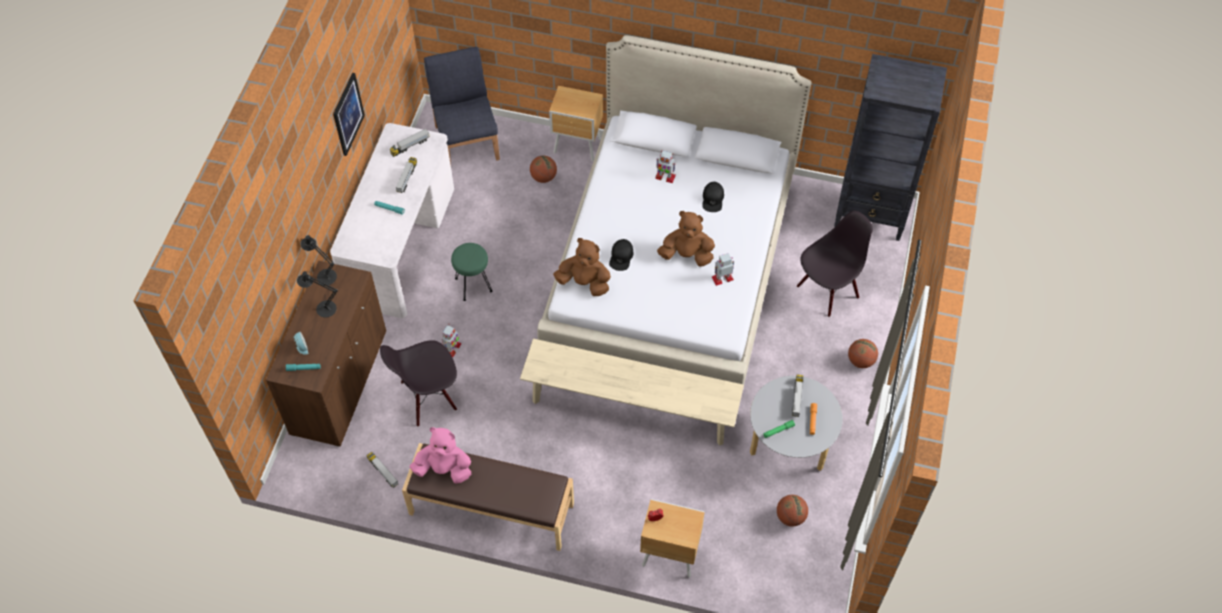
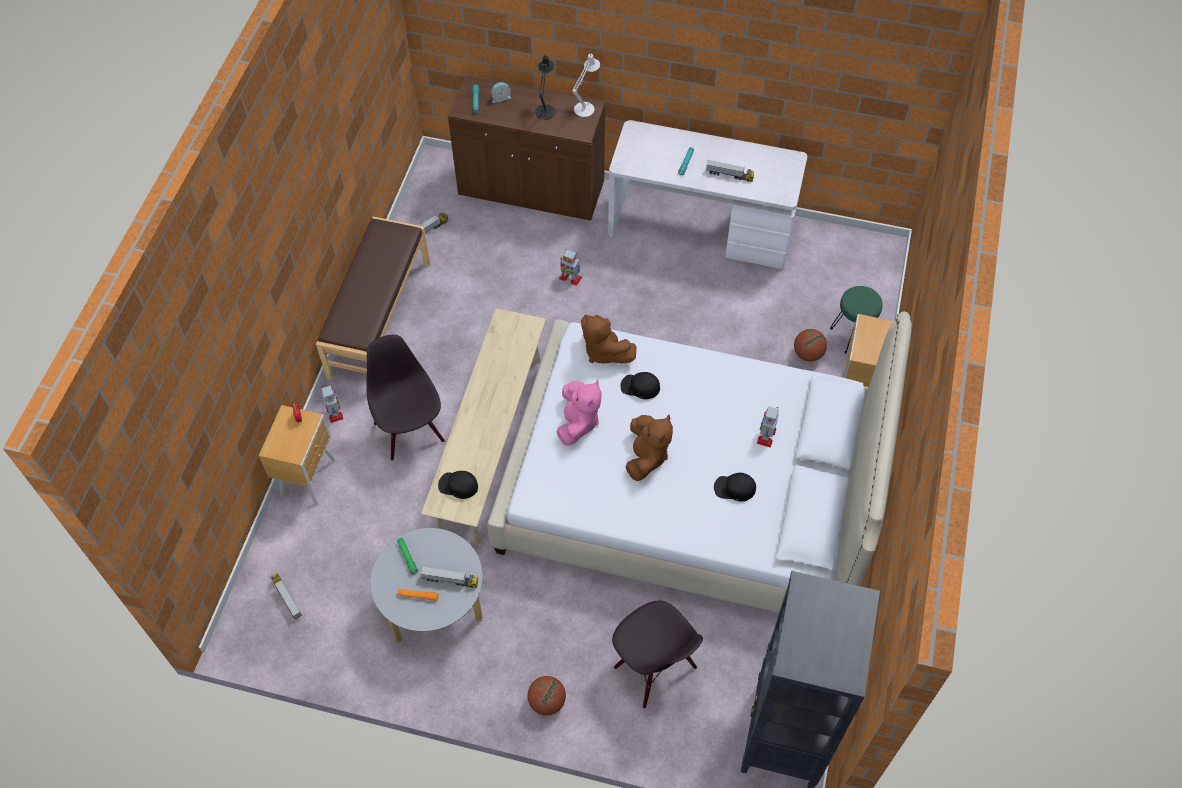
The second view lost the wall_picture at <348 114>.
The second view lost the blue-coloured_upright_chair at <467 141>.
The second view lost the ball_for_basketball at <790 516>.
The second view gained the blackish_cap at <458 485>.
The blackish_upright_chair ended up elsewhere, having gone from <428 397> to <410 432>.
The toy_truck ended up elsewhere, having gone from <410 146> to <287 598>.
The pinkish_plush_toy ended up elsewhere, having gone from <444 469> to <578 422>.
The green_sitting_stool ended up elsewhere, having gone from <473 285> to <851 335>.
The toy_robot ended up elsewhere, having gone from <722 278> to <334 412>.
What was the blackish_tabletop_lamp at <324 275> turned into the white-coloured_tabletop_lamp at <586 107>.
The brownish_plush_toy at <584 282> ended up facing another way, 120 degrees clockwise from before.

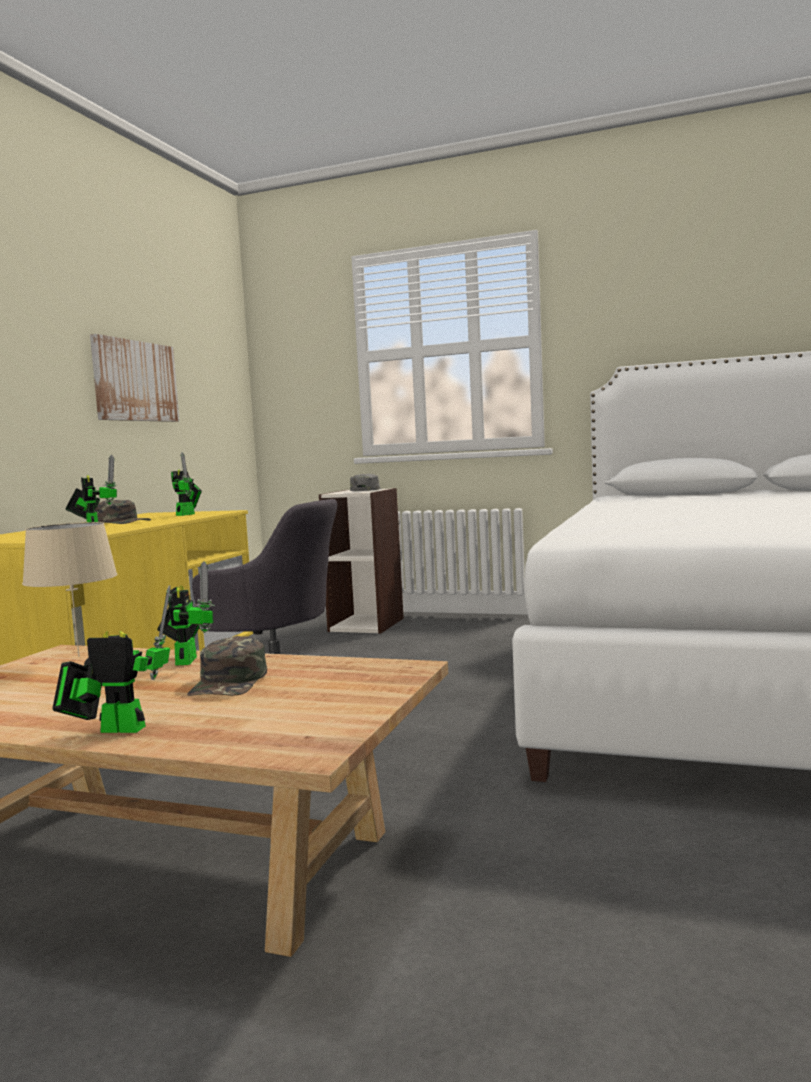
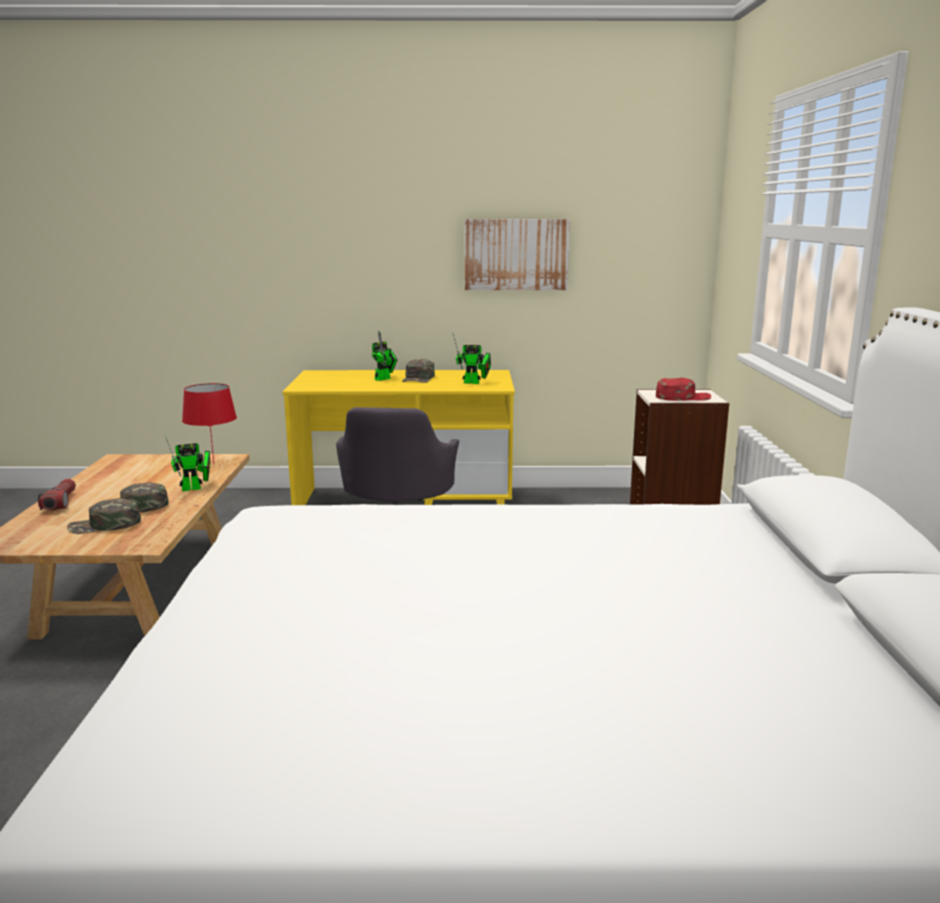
The second view gained the green_cap at <104 525>.
Where the toy_robot stood at <116 729>, the torch came to stand at <60 502>.
What was the sand-coloured_tabletop_lamp at <79 656> turned into the reddish_tabletop_lamp at <214 464>.
What was the gray_cap at <366 490> turned into the reddish_cap at <682 397>.

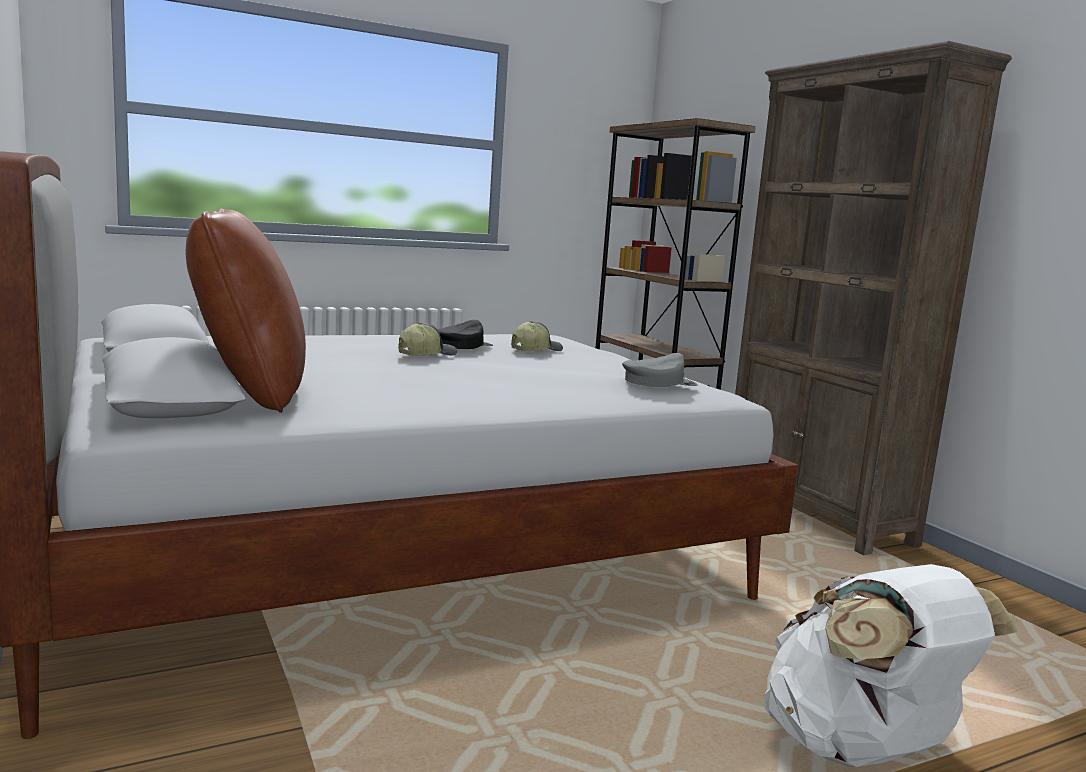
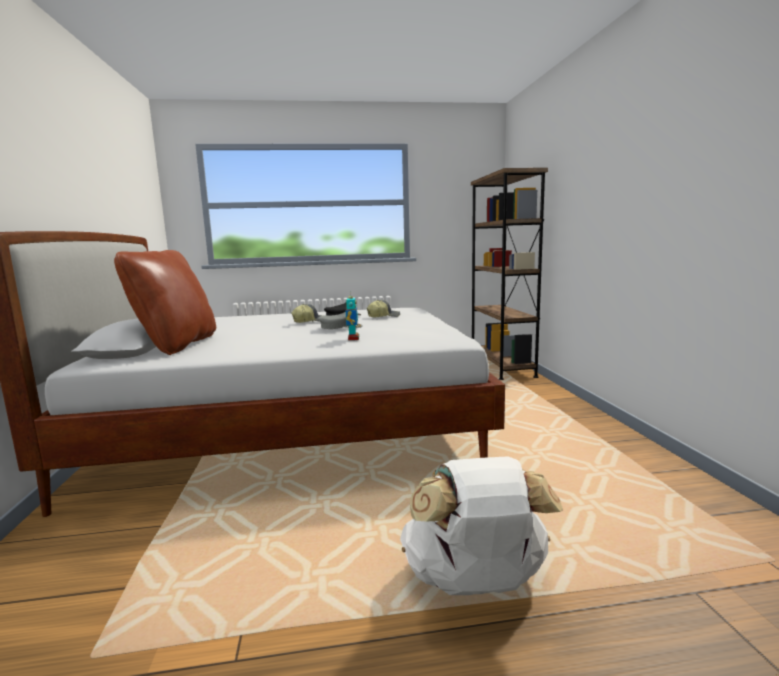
The second view lost the brownish_bookcase at <815 515>.
The second view gained the toy_robot at <353 338>.
The gray_cap ended up elsewhere, having gone from <658 382> to <340 327>.

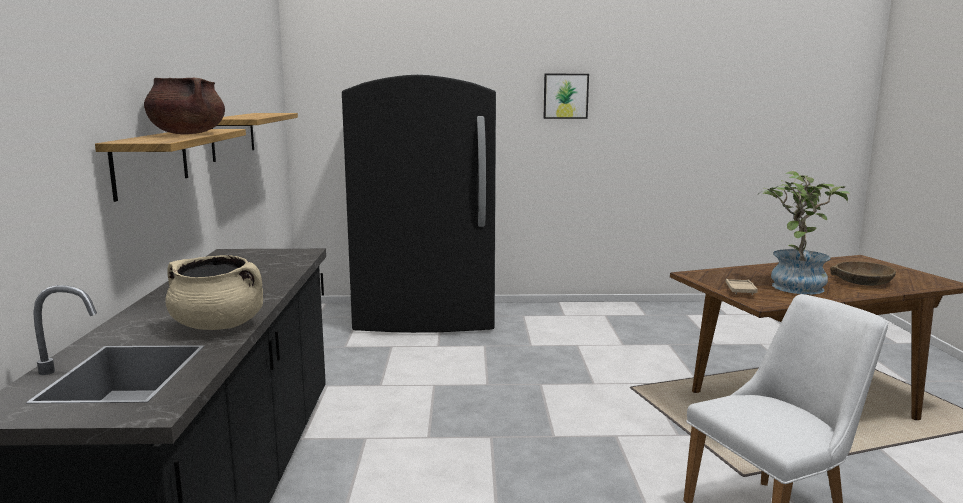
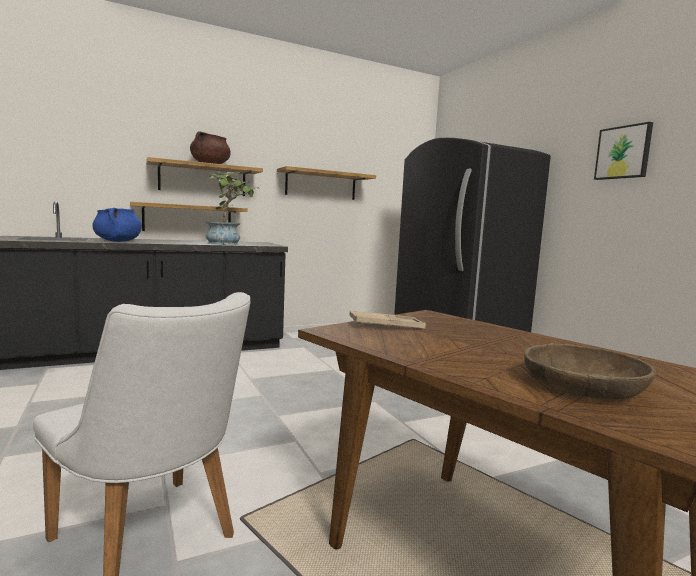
The second view gained the bracket_shelf at <187 219>.
The potted_plant ended up elsewhere, having gone from <794 285> to <228 244>.
What was the sand-coloured_cooking_pot at <219 326> turned into the blue-coloured_cooking_pot at <118 241>.

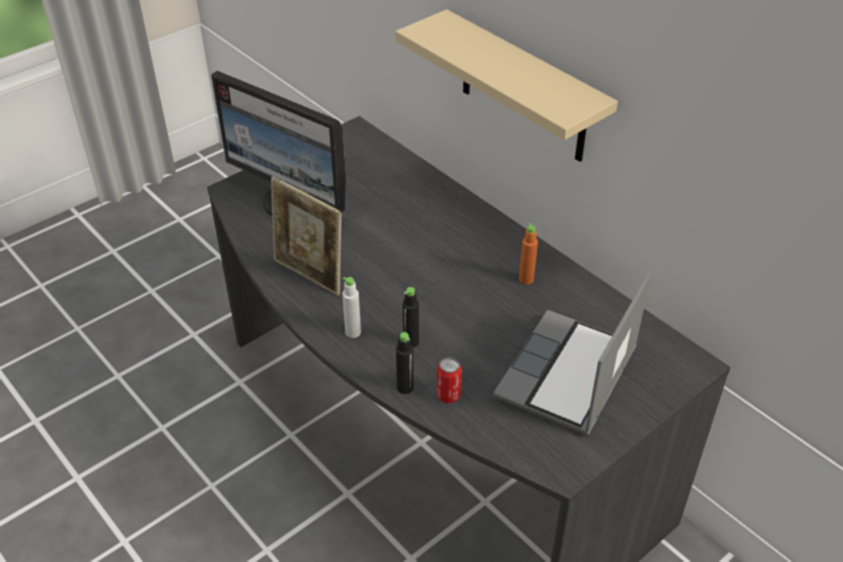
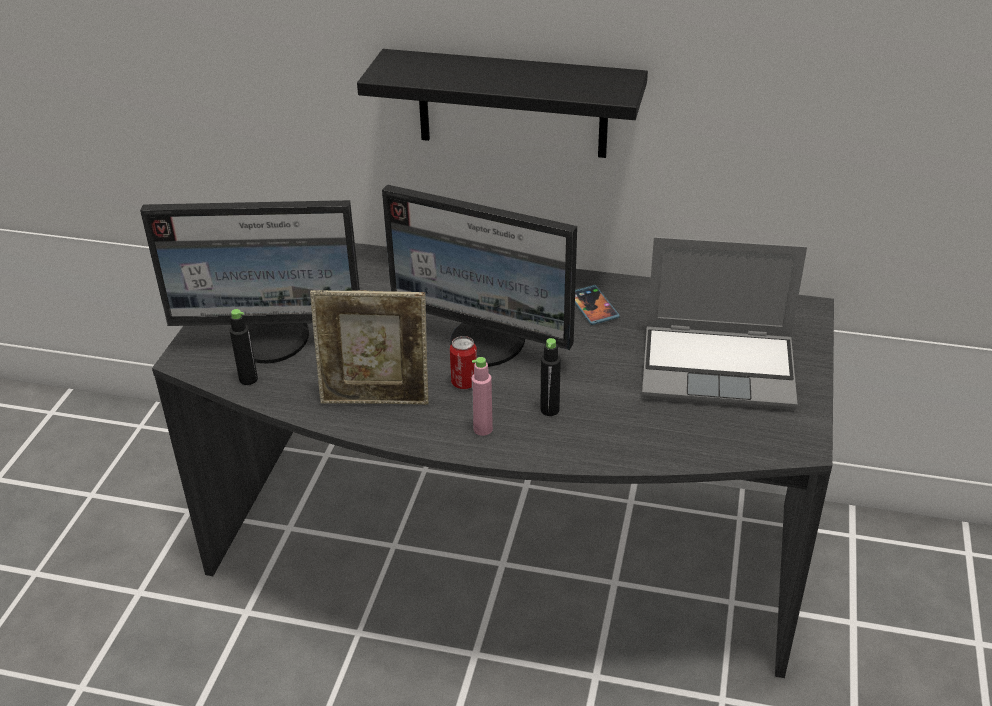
The second view gained the monitor at <487 343>.
The blackish_bottle ended up elsewhere, having gone from <405 387> to <248 379>.
The can ended up elsewhere, having gone from <448 395> to <464 383>.
Where the orangey_bottle stood at <526 279>, the phone came to stand at <593 307>.
What was the white-coloured_bottle at <353 332> turned into the pinkish_bottle at <483 429>.
What was the sand-coloured_bracket_shelf at <523 89> turned into the blackish_bracket_shelf at <512 104>.
The portable_computer at <568 376> ended up facing another way, 75 degrees counterclockwise from before.

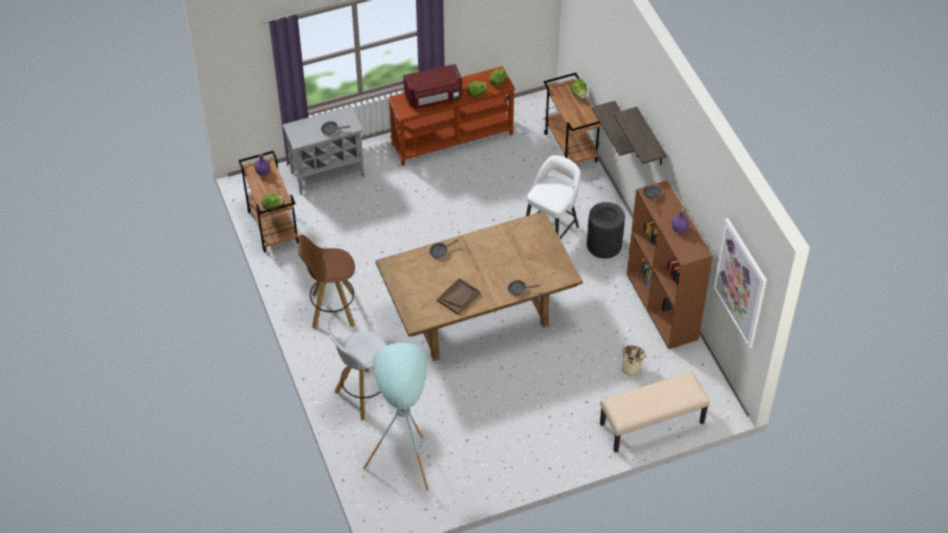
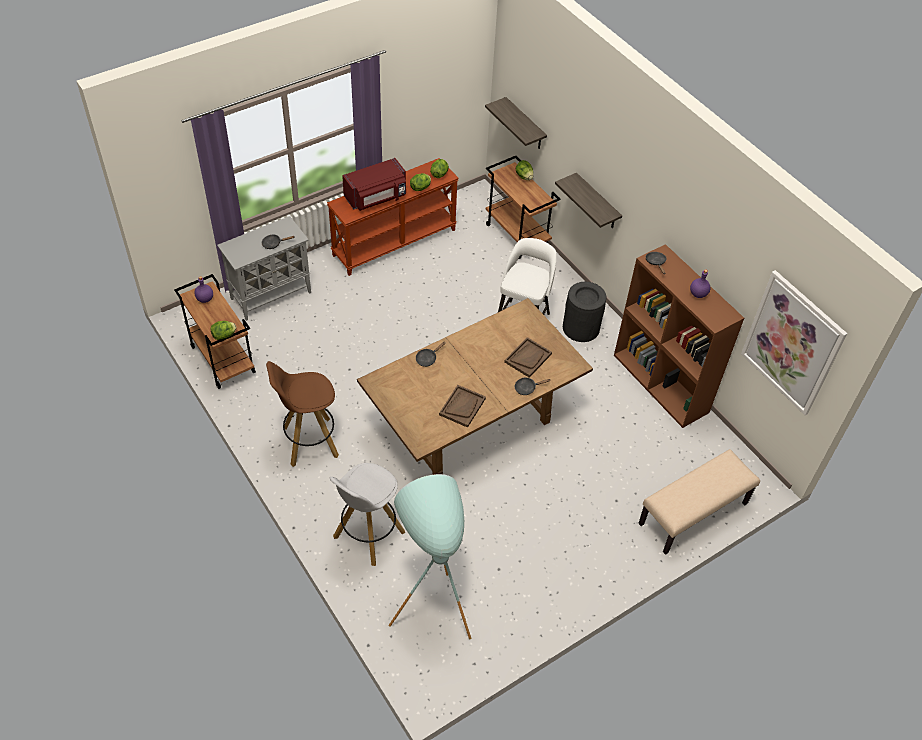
The second view lost the sand-coloured_water_bucket at <632 368>.
The second view gained the brownish_tray at <528 358>.
The bracket_shelf ended up elsewhere, having gone from <650 138> to <525 124>.

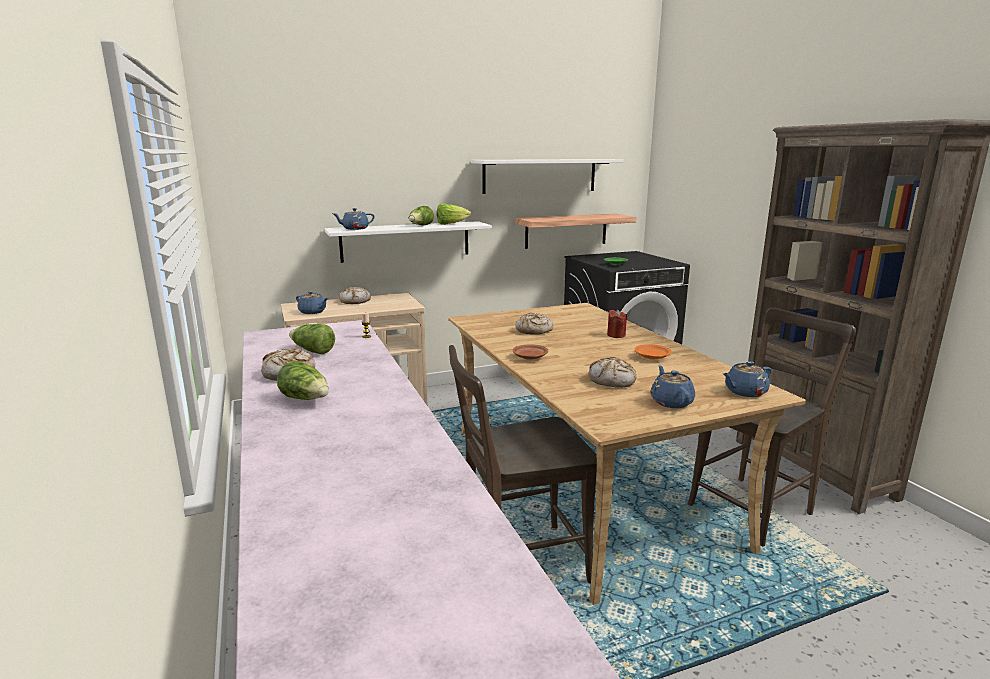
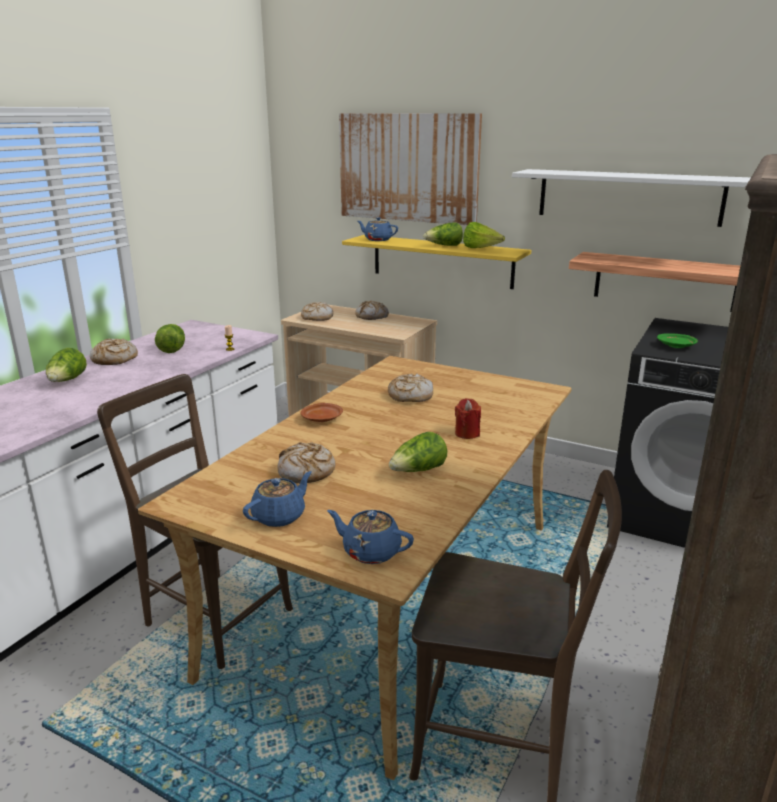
The second view gained the wall_picture at <407 168>.
Where the blue-coloured_tea_pot stood at <313 312>, the baked_bread came to stand at <317 317>.
Where the orangey_plate stood at <652 357>, the head_of_lettuce came to stand at <418 471>.
What was the white-coloured_bracket_shelf at <406 241> turned into the yellow_bracket_shelf at <442 261>.

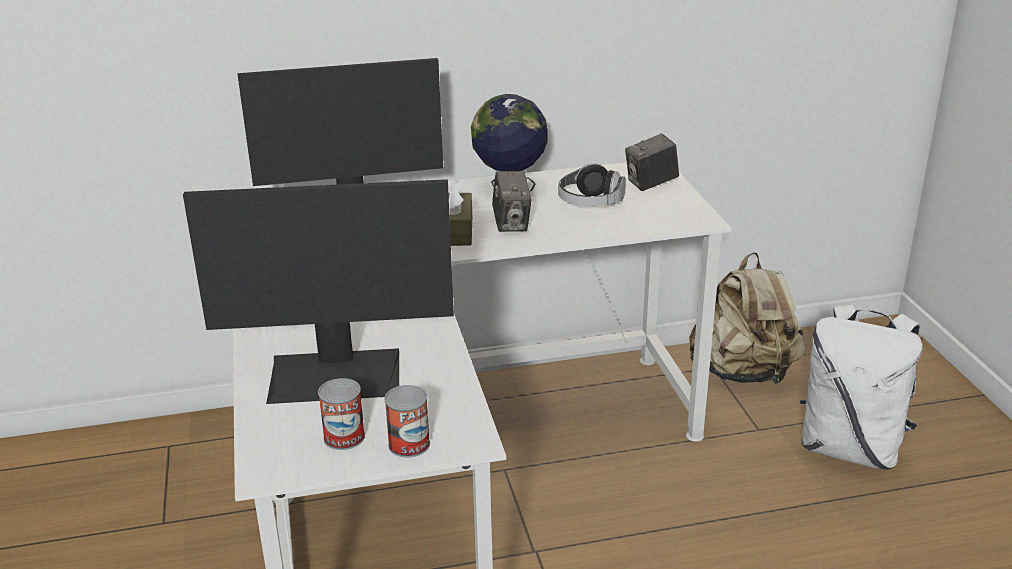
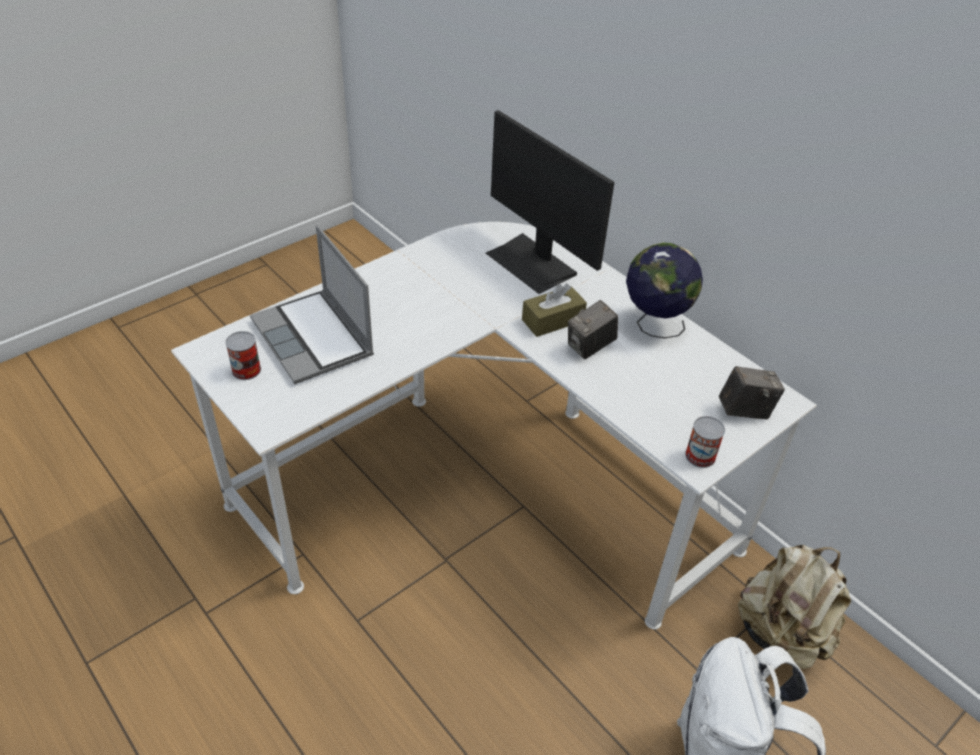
The second view lost the headphones at <590 203>.
The can ended up elsewhere, having gone from <409 444> to <700 456>.
Where the monitor stood at <336 375>, the portable_computer came to stand at <314 339>.
The photo_camera at <651 184> ended up facing another way, 135 degrees clockwise from before.

